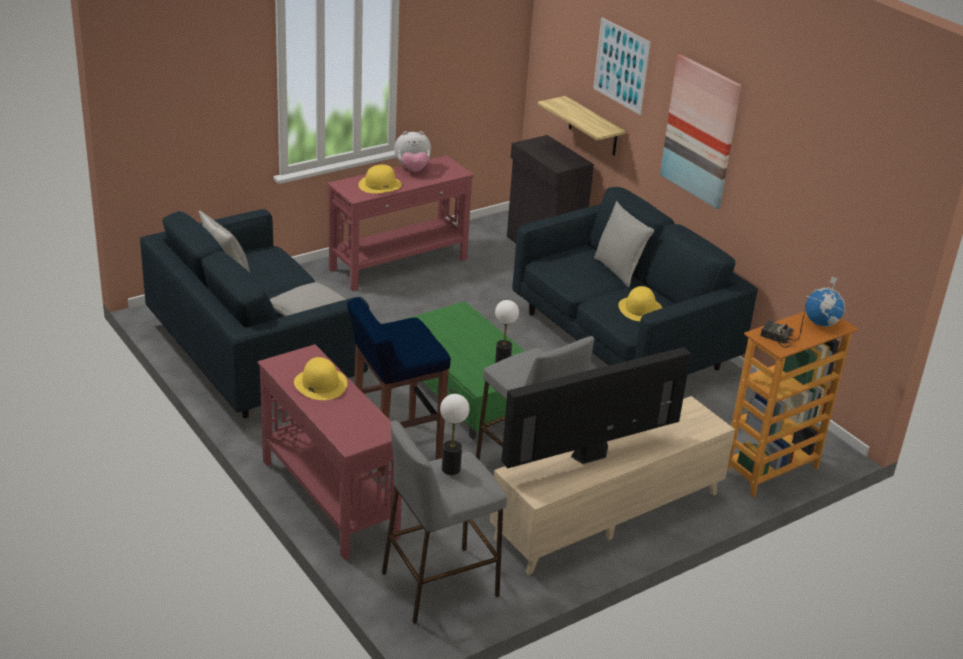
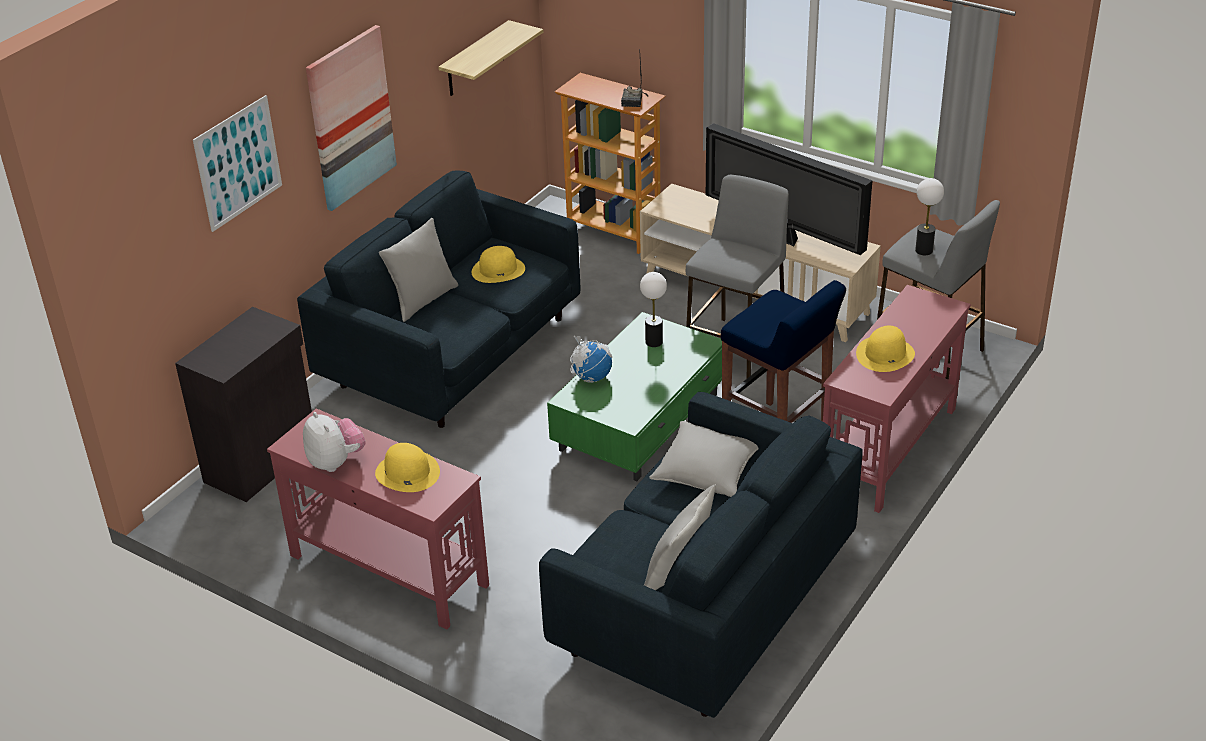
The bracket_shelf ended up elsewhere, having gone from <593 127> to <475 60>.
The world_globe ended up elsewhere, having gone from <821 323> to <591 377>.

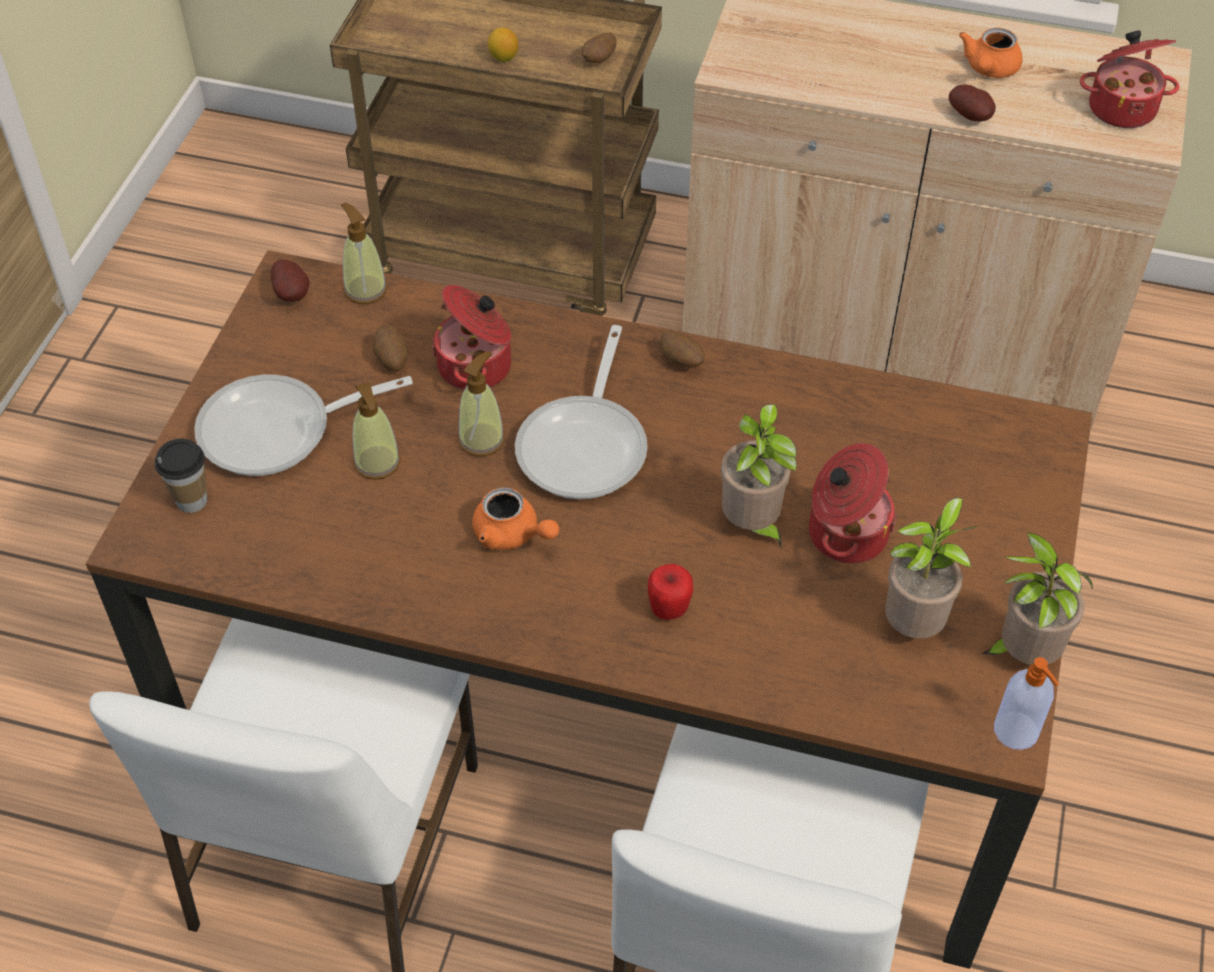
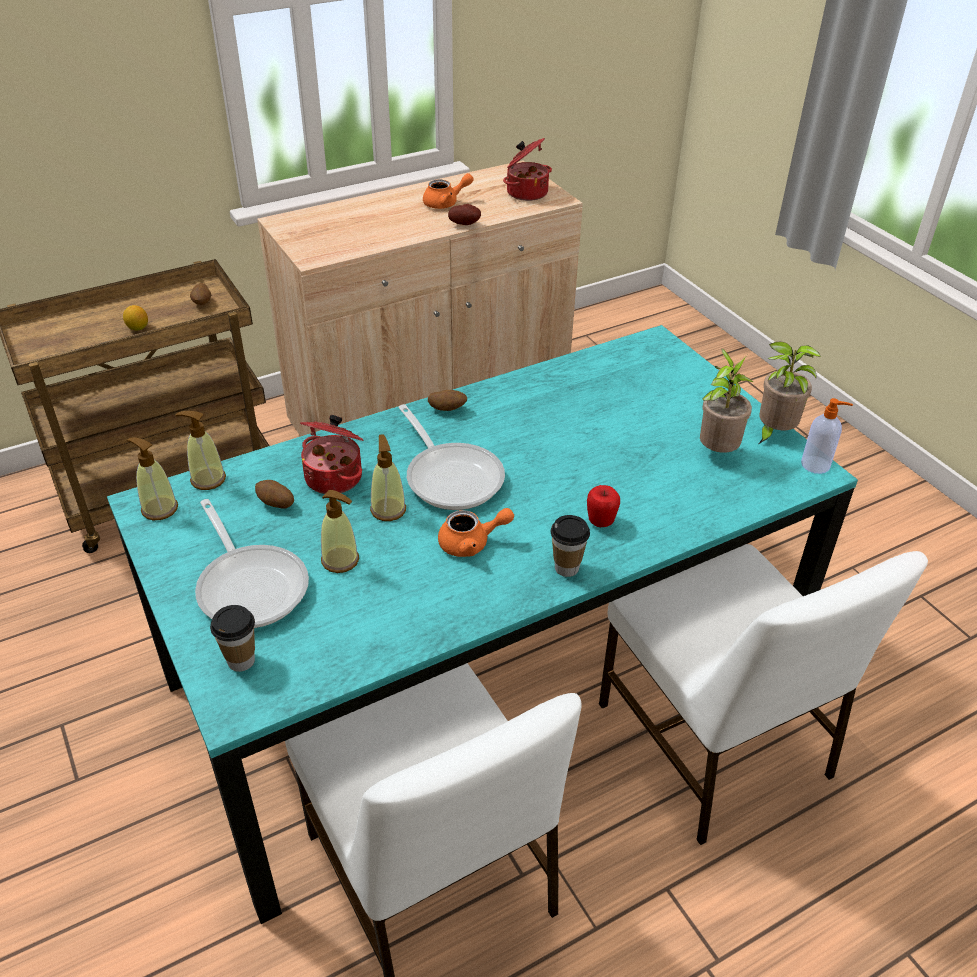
The second view lost the potted_plant at <752 526>.
The second view lost the cooking_pot at <845 533>.
The second view gained the small_cup at <567 568>.
Where the whole_potato stood at <293 294>, the soap_bottle came to stand at <159 509>.
What was the brownish_kitchen_table at <610 692> turned into the turquoise-coloured_kitchen_table at <487 667>.
The pan at <278 431> ended up facing another way, 60 degrees counterclockwise from before.
The orangey_tea_pot at <988 70> ended up facing another way, 90 degrees counterclockwise from before.

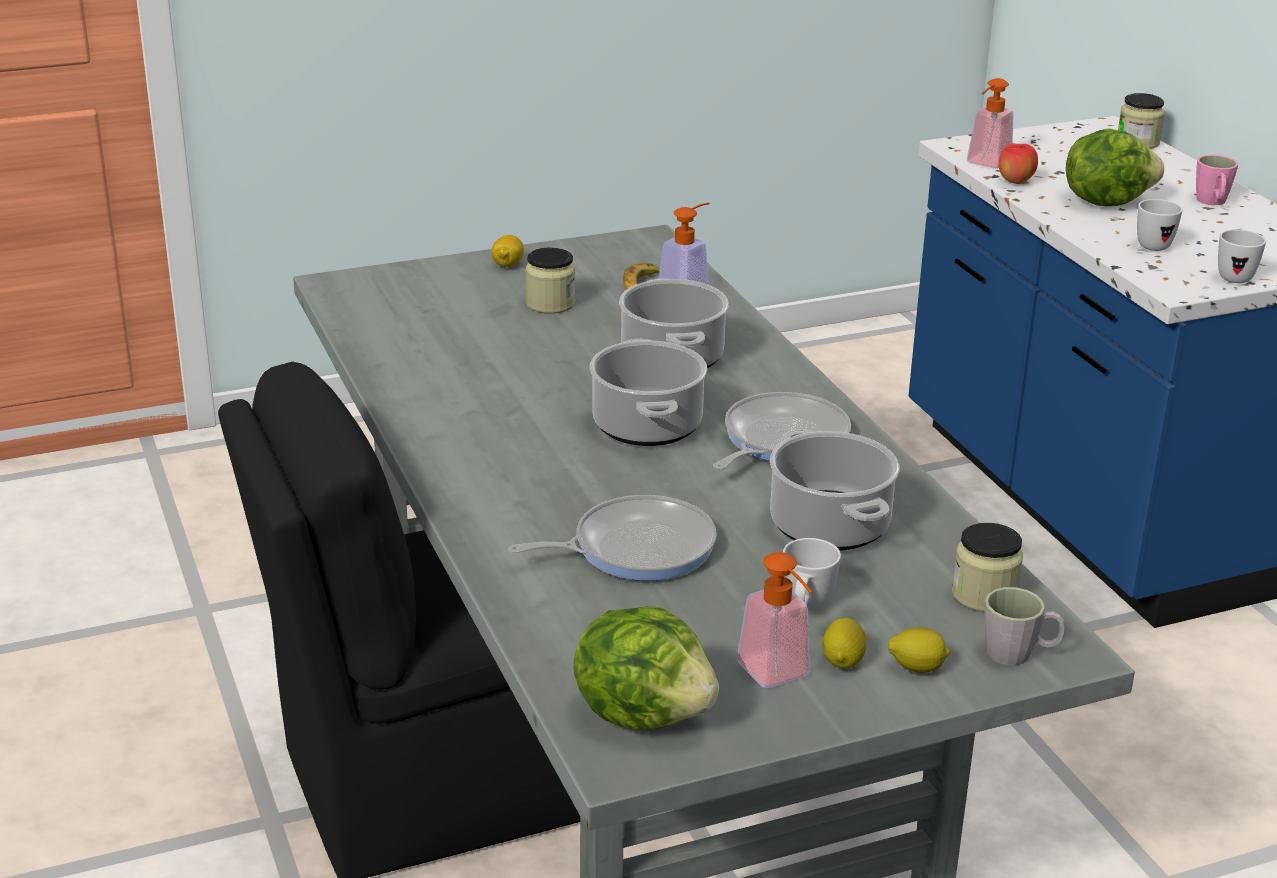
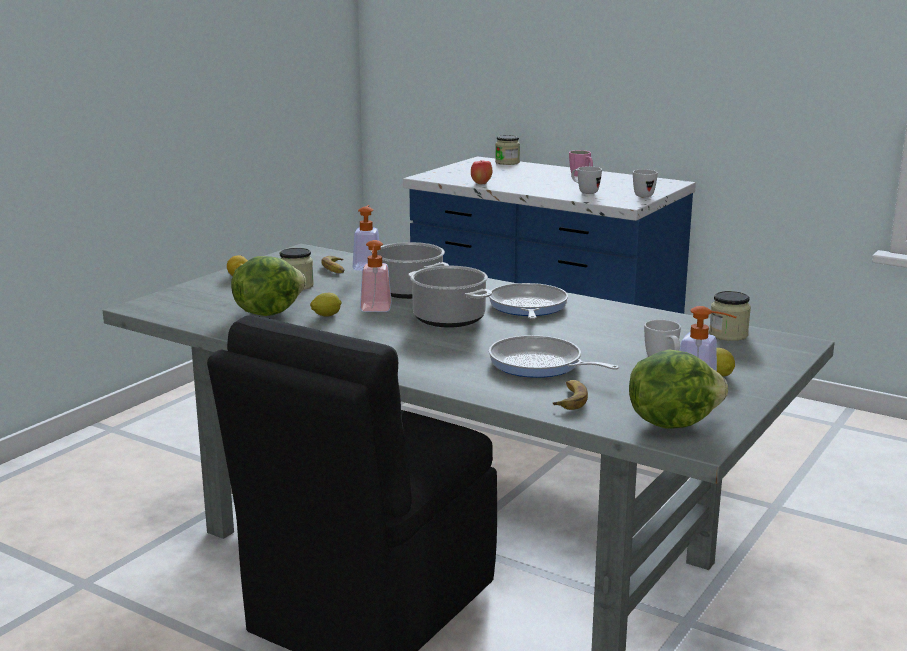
The second view lost the cooking_pot at <827 525>.
The second view lost the gray_tea_mug at <1019 654>.
The second view gained the banana_fruit at <570 399>.
The citrus_fruit ended up elsewhere, having gone from <916 668> to <326 316>.
The soap_bottle ended up elsewhere, having gone from <985 164> to <375 310>.
The head_of_lettuce ended up elsewhere, having gone from <1105 201> to <267 312>.
The pan at <636 548> ended up facing another way, 90 degrees counterclockwise from before.

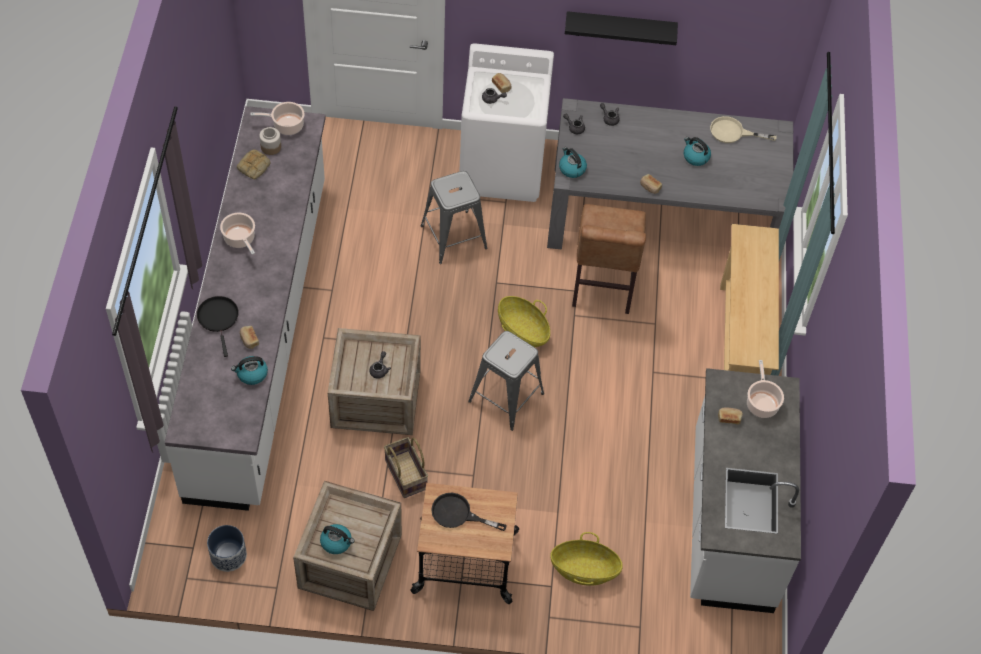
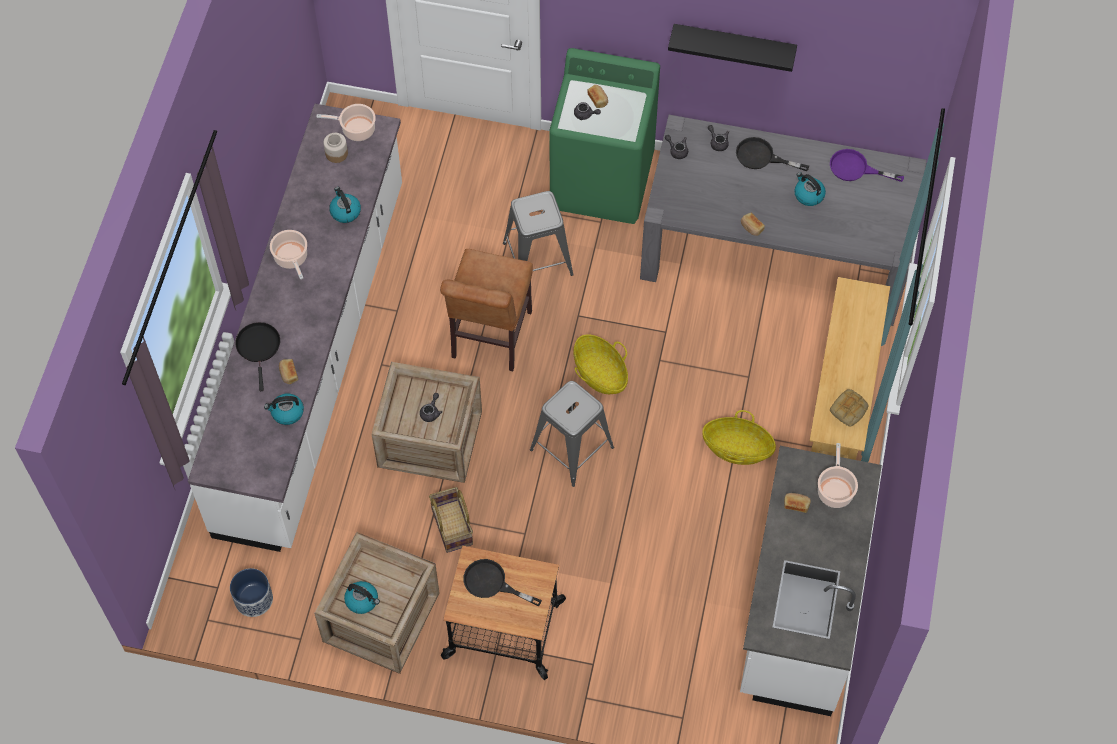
The second view gained the blackish_pan at <761 157>.
The baked_bread ended up elsewhere, having gone from <254 167> to <849 410>.
The basket ended up elsewhere, having gone from <584 569> to <737 448>.
The water_kettle ended up elsewhere, having gone from <571 168> to <345 211>.
The brownish_upright_chair ended up elsewhere, having gone from <602 288> to <489 338>.
What was the white-coloured_laundry_appliance at <502 168> turned into the green_laundry_appliance at <602 181>.
What was the sand-coloured_pan at <733 132> turned into the purple-coloured_pan at <855 169>.

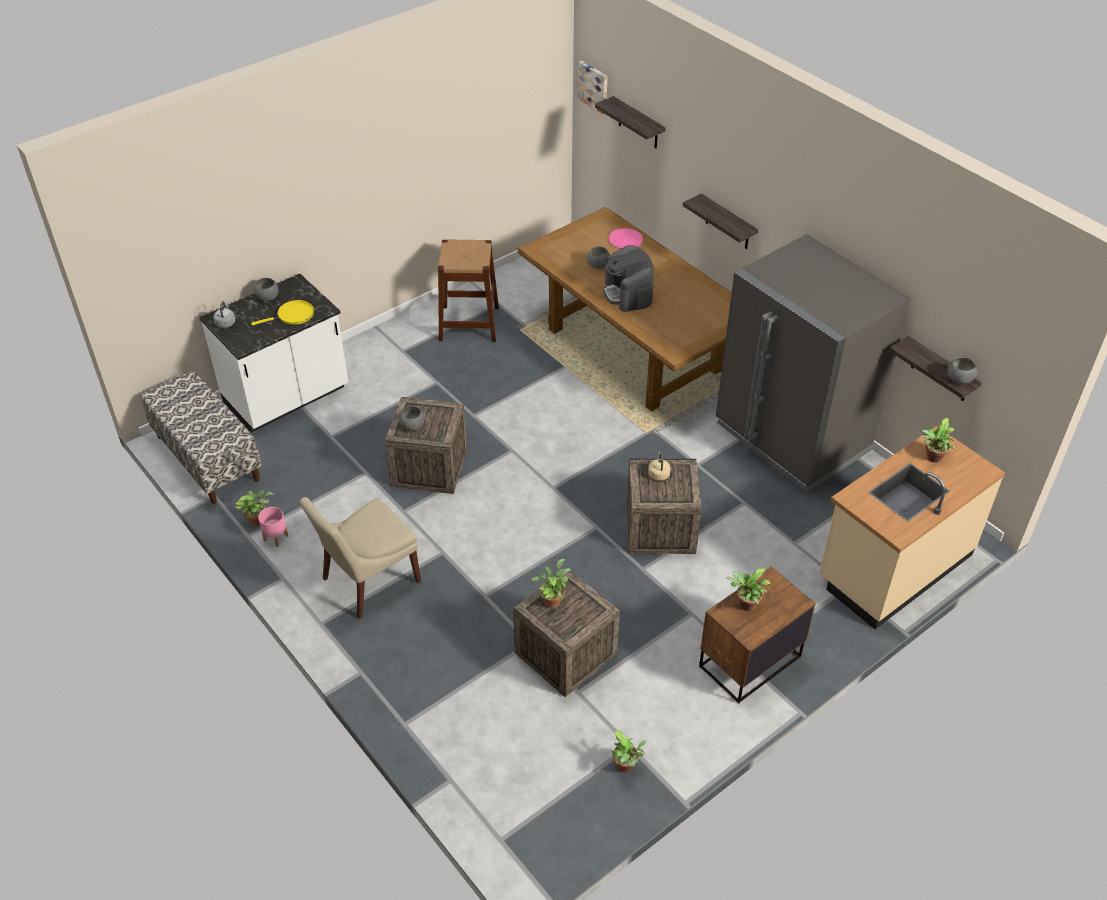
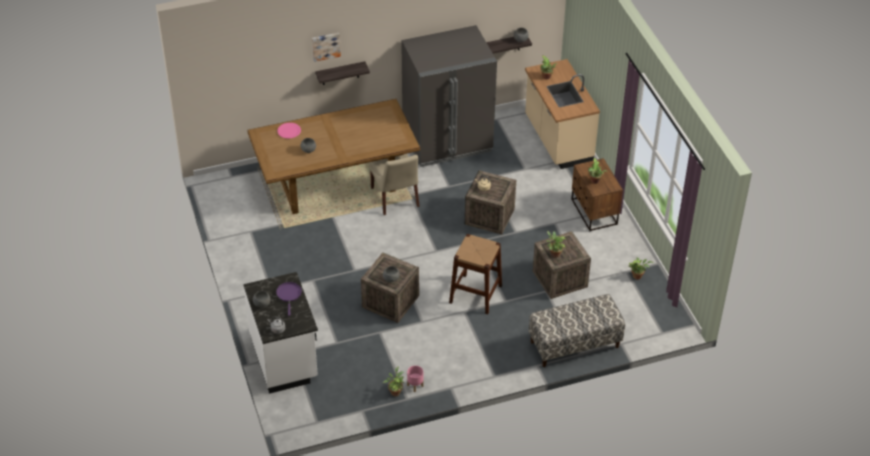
The second view lost the bracket_shelf at <638 124>.
The second view lost the coffee_brewer at <628 293>.
The indoor_bench ended up elsewhere, having gone from <207 458> to <574 344>.
The sand-coloured_upright_chair ended up elsewhere, having gone from <368 582> to <395 198>.
The brownish_sitting_stool ended up elsewhere, having gone from <469 323> to <475 294>.
The wall_picture ended up elsewhere, having gone from <594 86> to <325 46>.
What was the yellow_pan at <293 315> turned into the purple-coloured_pan at <289 295>.

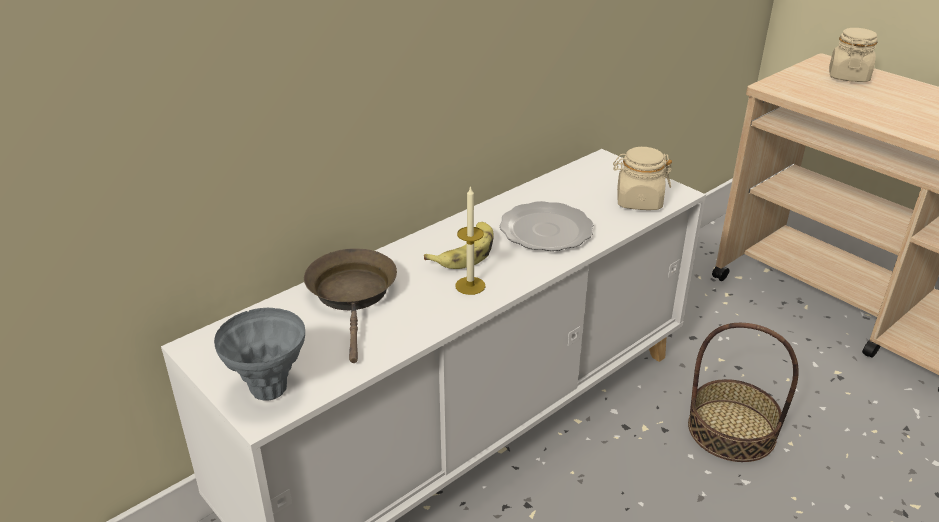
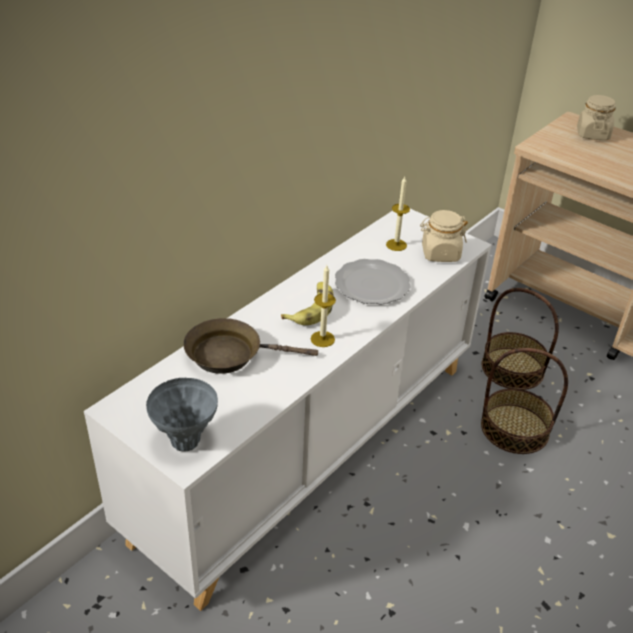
The second view gained the wax_light at <396 245>.
The second view gained the basket at <512 368>.
The brownish_pan at <353 295> ended up facing another way, 75 degrees counterclockwise from before.

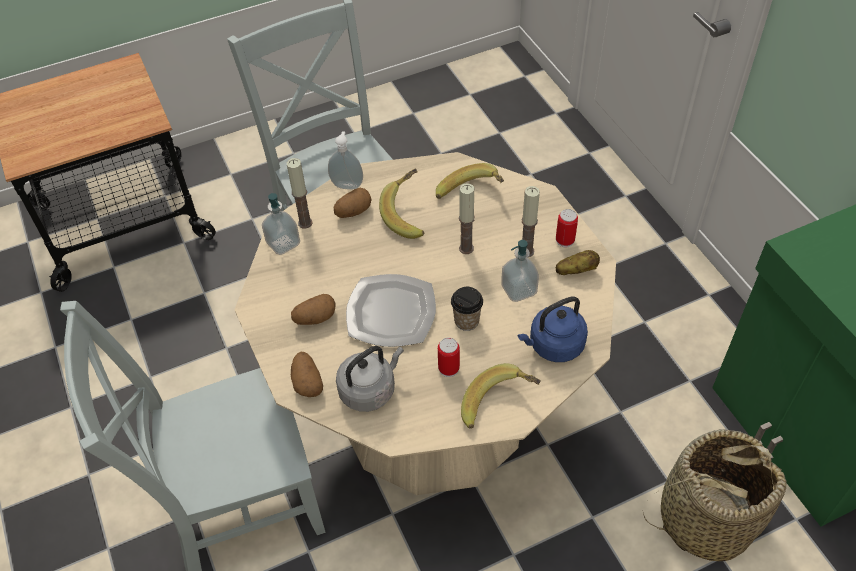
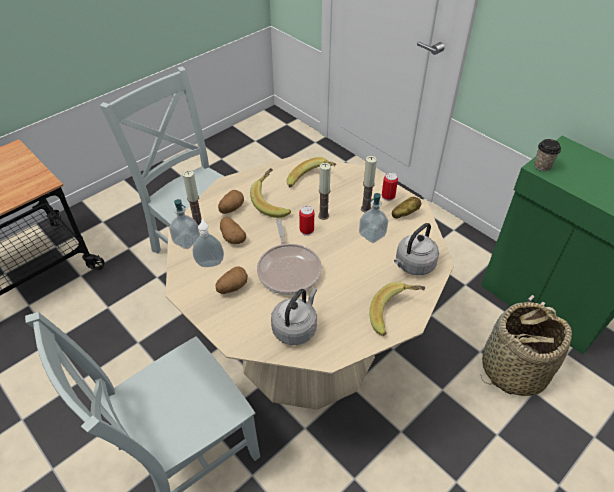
The whole_potato ended up elsewhere, having gone from <307 382> to <232 237>.
The soap_bottle ended up elsewhere, having gone from <347 184> to <210 262>.
The can ended up elsewhere, having gone from <448 368> to <306 230>.
The small_cup ended up elsewhere, having gone from <466 321> to <542 166>.
Where the plate stood at <392 312>, the pan came to stand at <289 269>.
What was the blue-coloured_water_kettle at <553 346> turned into the gray_water_kettle at <413 265>.

